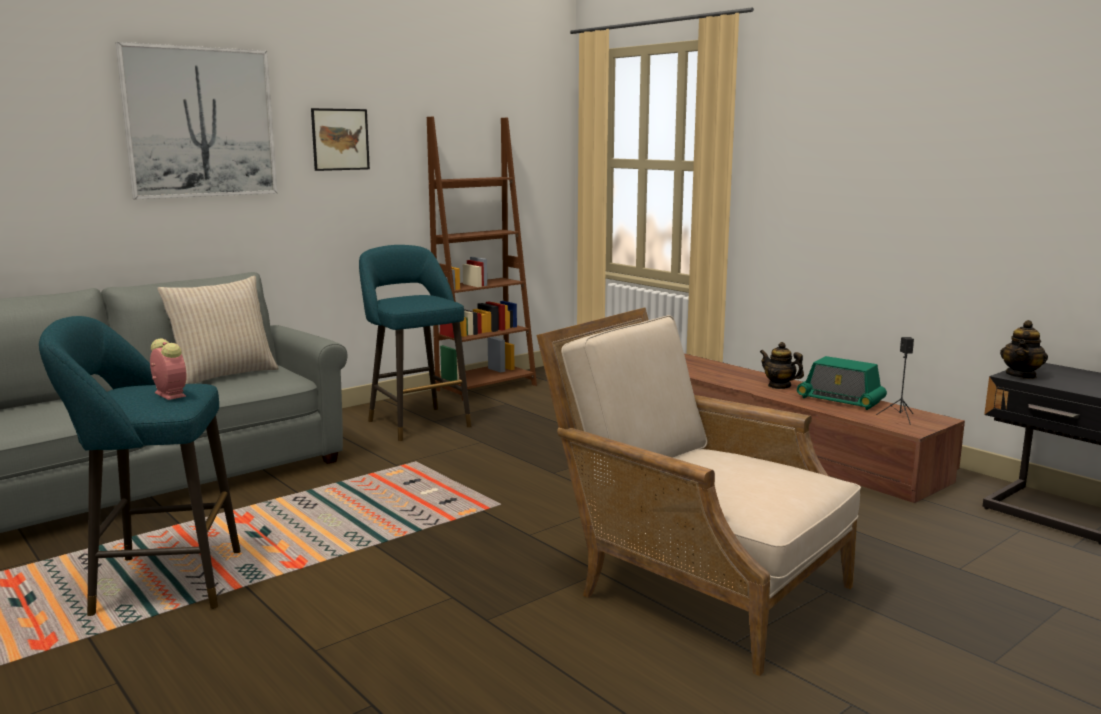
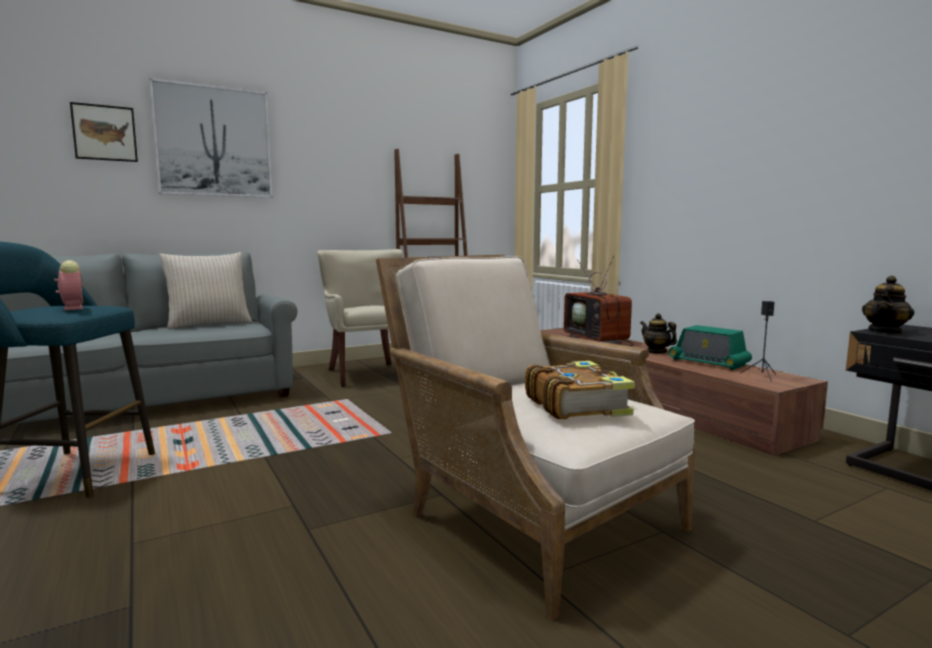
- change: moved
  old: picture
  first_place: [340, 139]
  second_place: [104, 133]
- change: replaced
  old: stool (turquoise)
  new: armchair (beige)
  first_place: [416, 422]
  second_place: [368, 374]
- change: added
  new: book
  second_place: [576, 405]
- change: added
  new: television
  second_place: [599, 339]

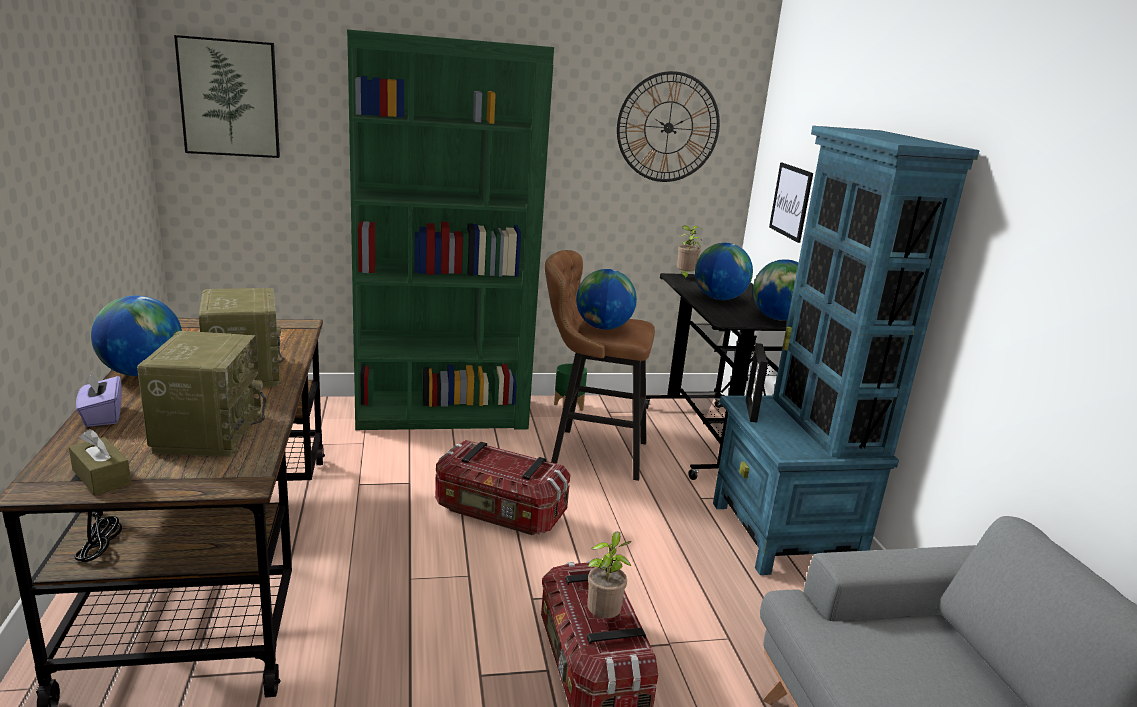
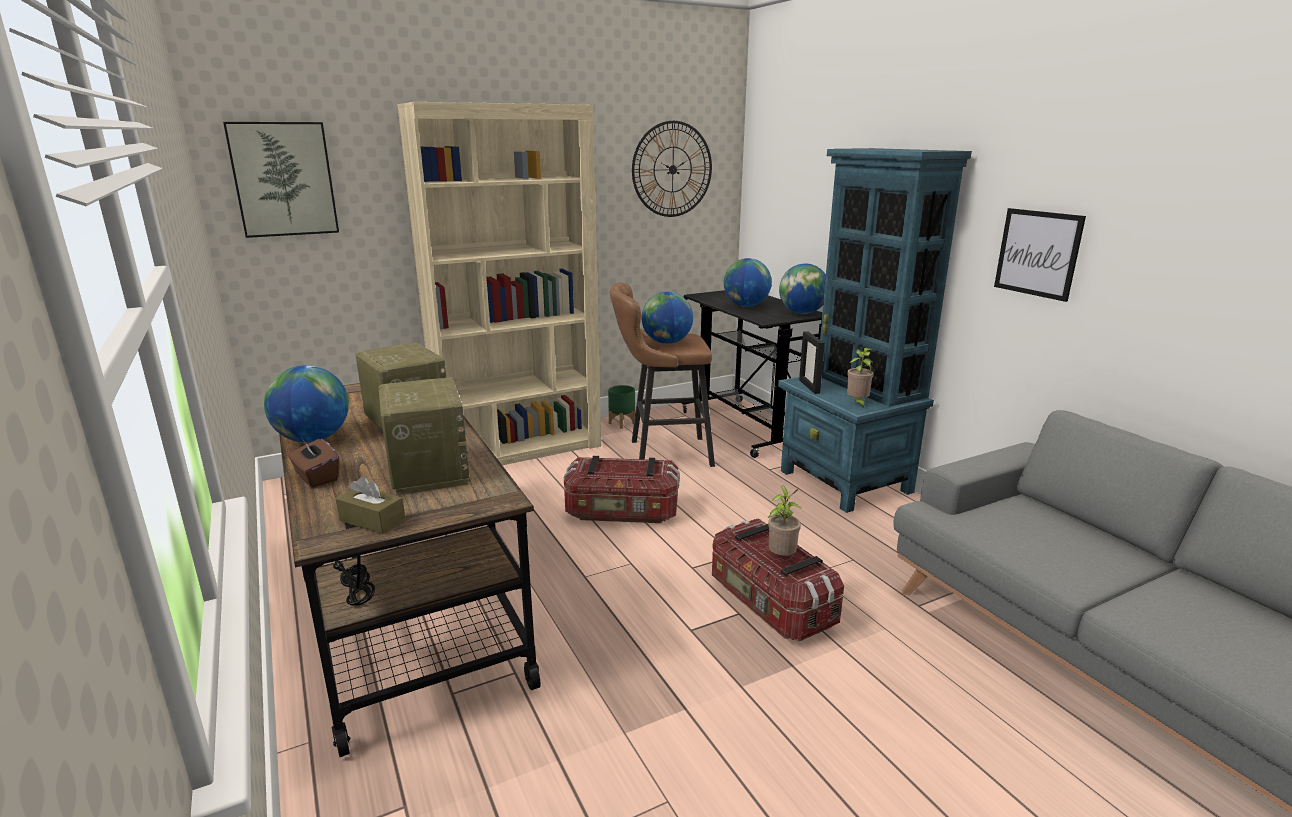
- change: recoloured
  old: tissue box (purple)
  new: tissue box (brown)
  first_place: [102, 416]
  second_place: [316, 477]
- change: recoloured
  old: bookcase (green)
  new: bookcase (beige)
  first_place: [443, 413]
  second_place: [520, 448]
- change: moved
  old: potted plant
  first_place: [685, 277]
  second_place: [857, 403]
- change: moved
  old: picture
  first_place: [791, 201]
  second_place: [1037, 253]

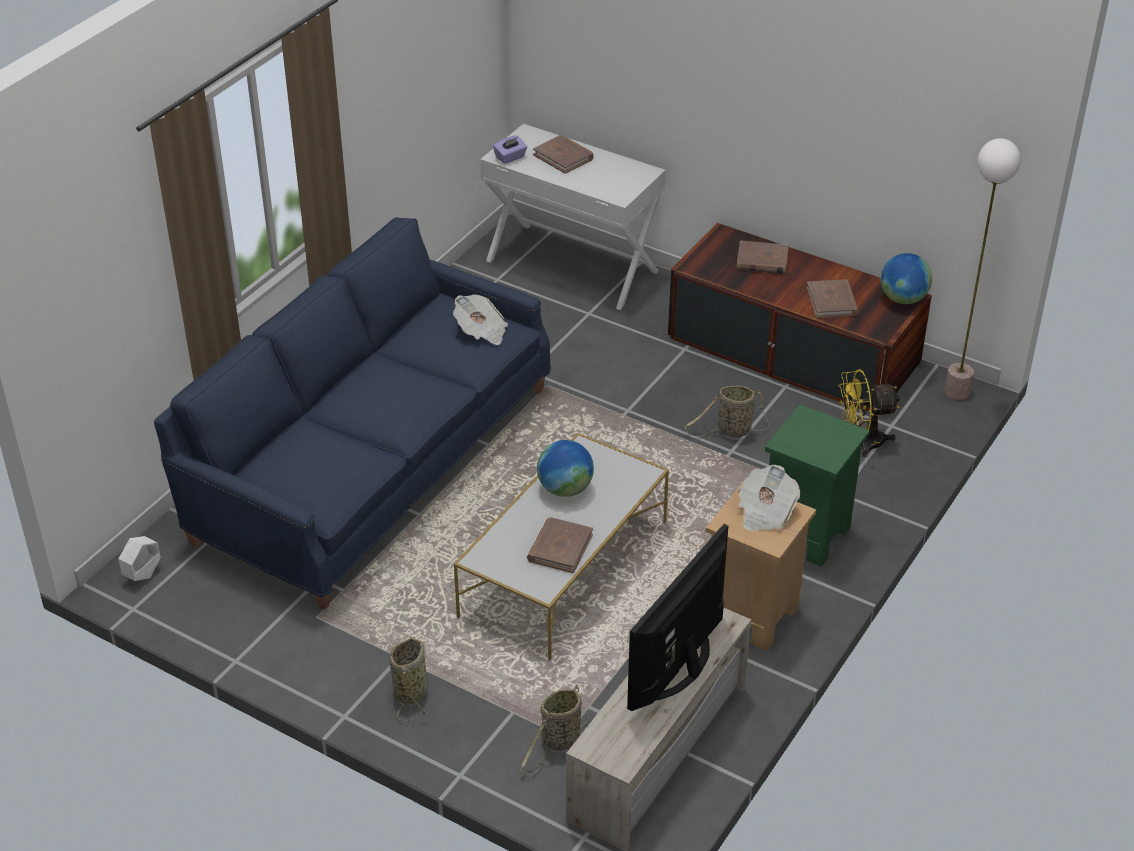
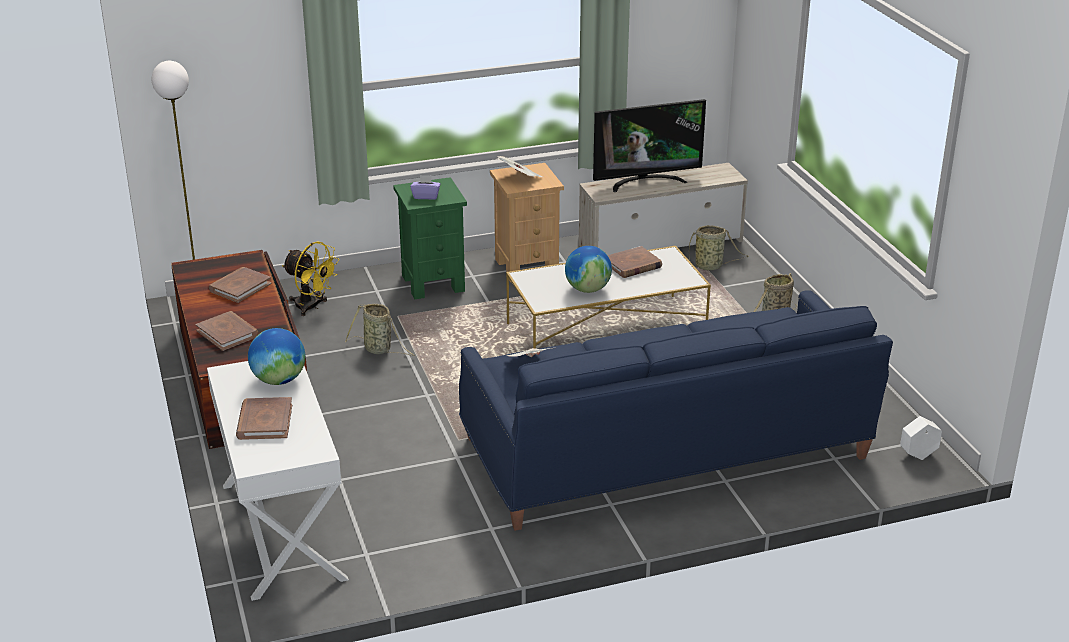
- change: moved
  old: globe
  first_place: [902, 299]
  second_place: [279, 380]
- change: moved
  old: tissue box (purple)
  first_place: [510, 157]
  second_place: [426, 196]

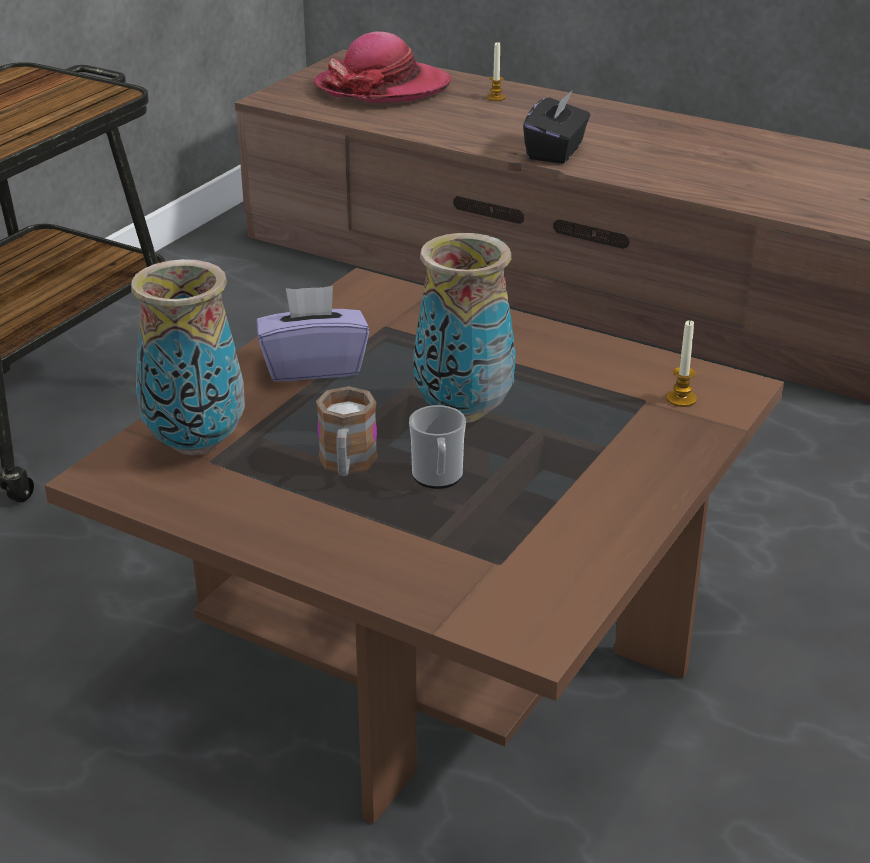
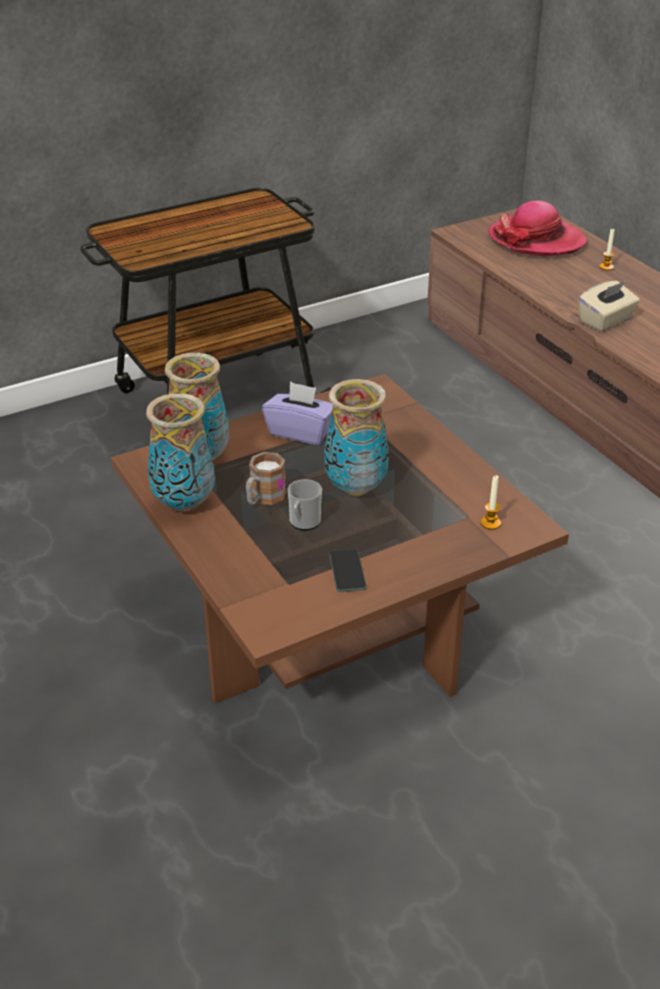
- change: added
  new: vase
  second_place: [185, 503]
- change: added
  new: phone
  second_place: [347, 571]
- change: recoloured
  old: tissue box (black)
  new: tissue box (beige)
  first_place: [556, 152]
  second_place: [606, 321]

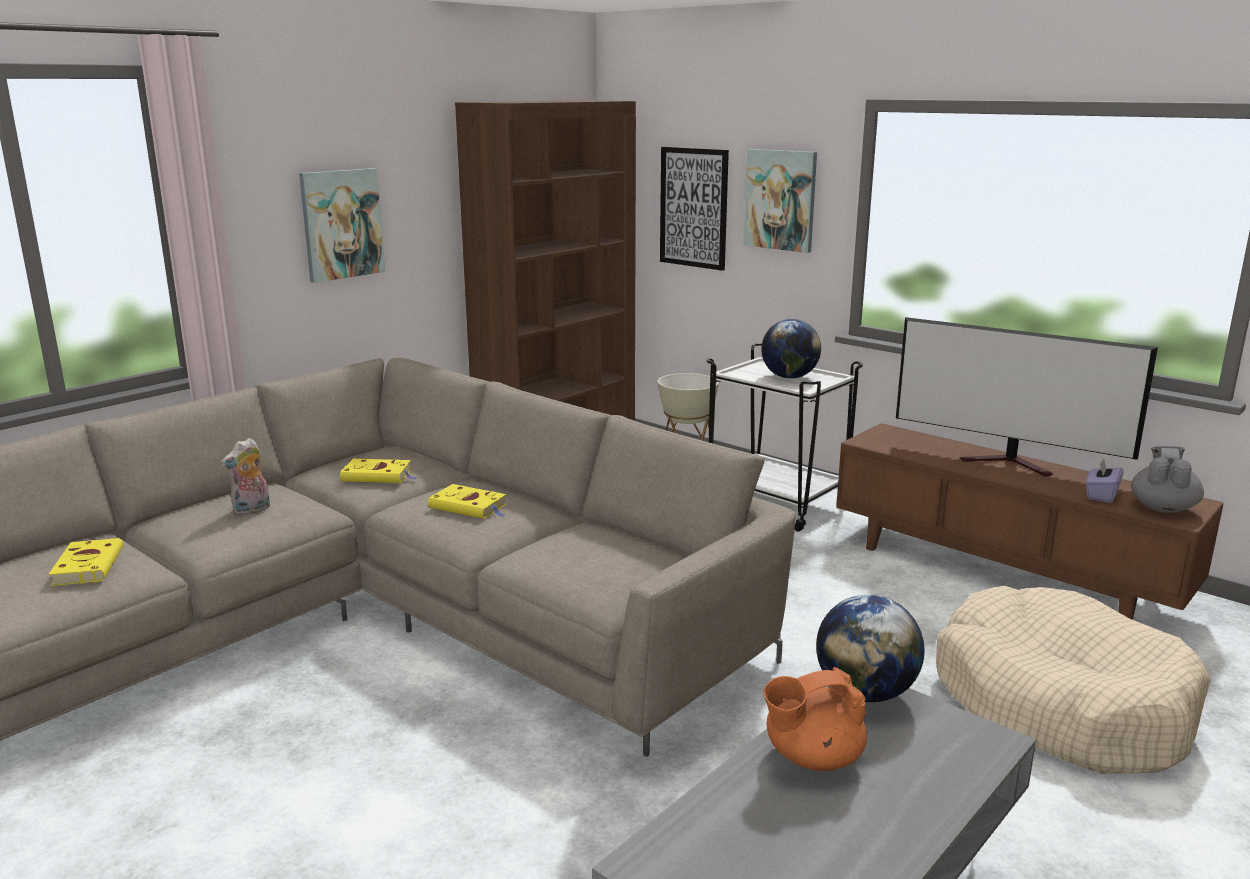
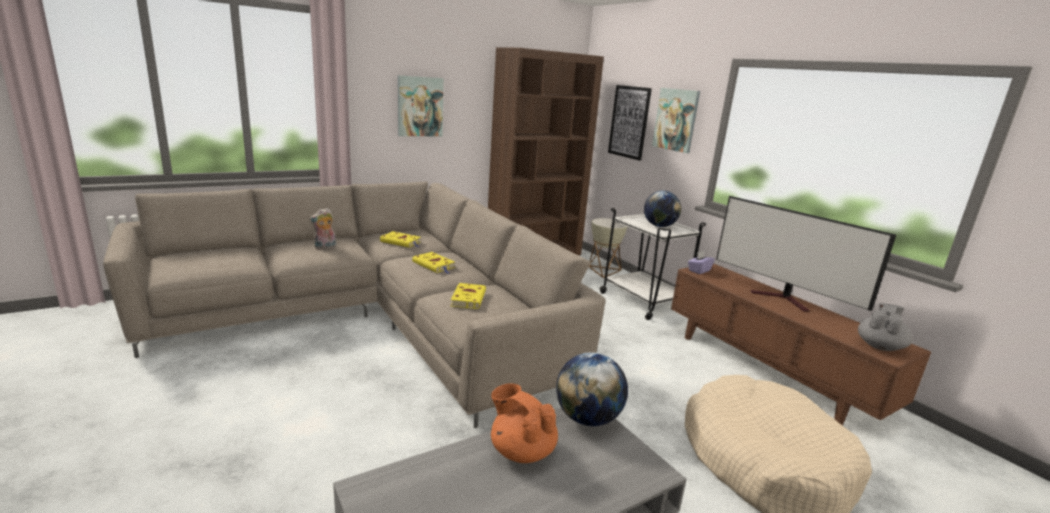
- change: moved
  old: book (yellow)
  first_place: [88, 566]
  second_place: [468, 298]
- change: turned
  old: teapot (orange)
  first_place: [812, 758]
  second_place: [521, 450]
  degrees: 45
- change: moved
  old: tissue box (purple)
  first_place: [1101, 495]
  second_place: [699, 270]

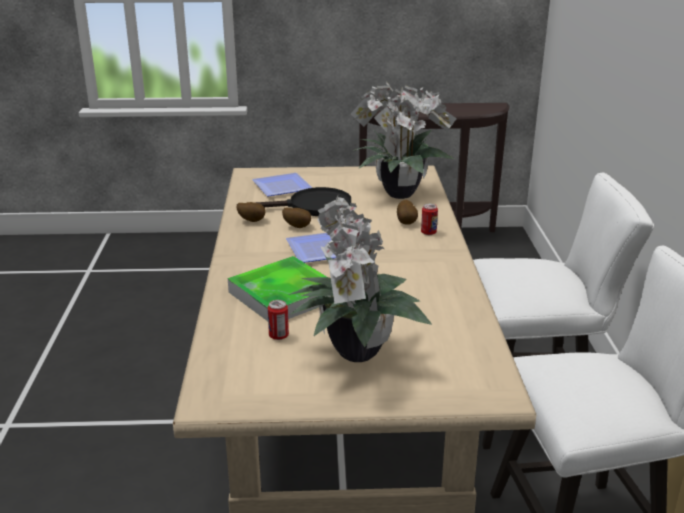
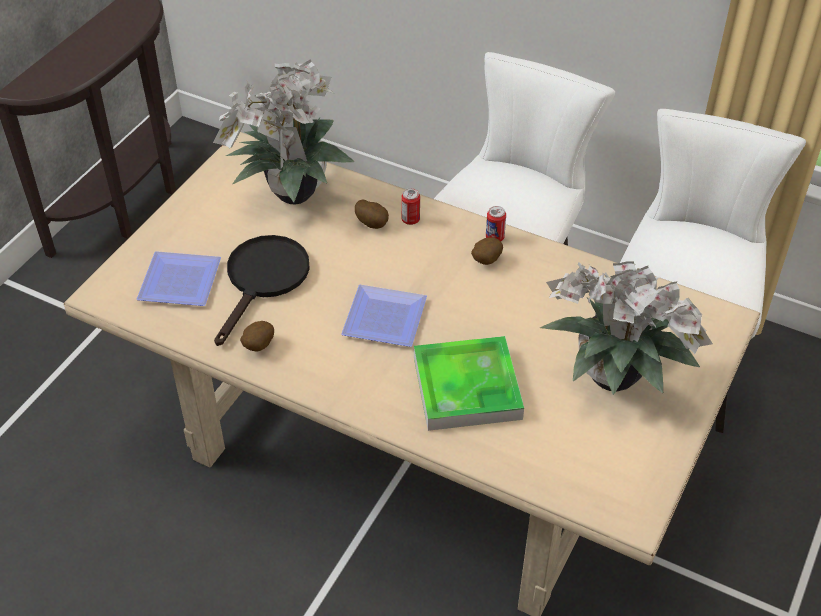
- change: moved
  old: potato
  first_place: [297, 226]
  second_place: [485, 261]
- change: moved
  old: can
  first_place: [278, 336]
  second_place: [495, 237]

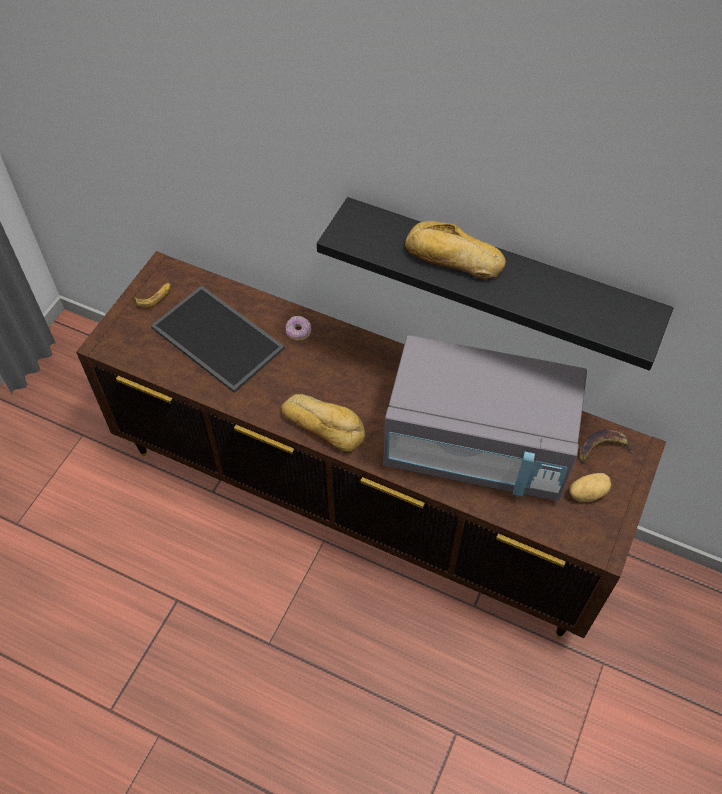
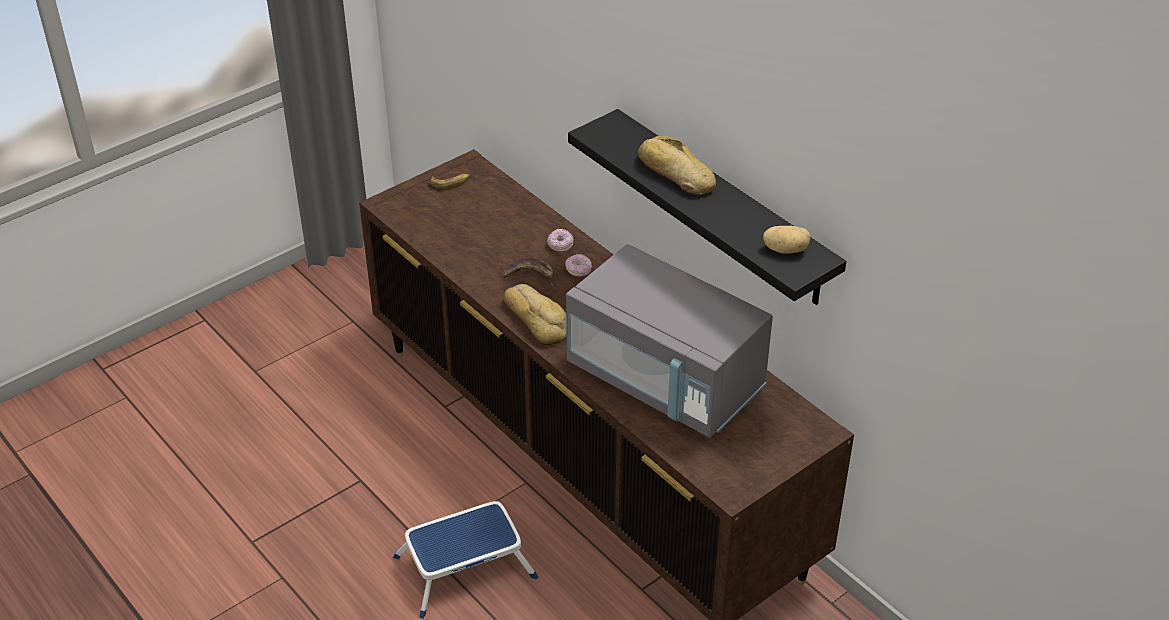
- change: added
  new: step ladder (blue)
  second_place: [465, 567]
- change: moved
  old: banana
  first_place: [602, 448]
  second_place: [530, 275]
- change: added
  new: donut
  second_place: [578, 270]
- change: moved
  old: potato
  first_place: [587, 492]
  second_place: [785, 249]
- change: removed
  old: tray
  first_place: [220, 337]

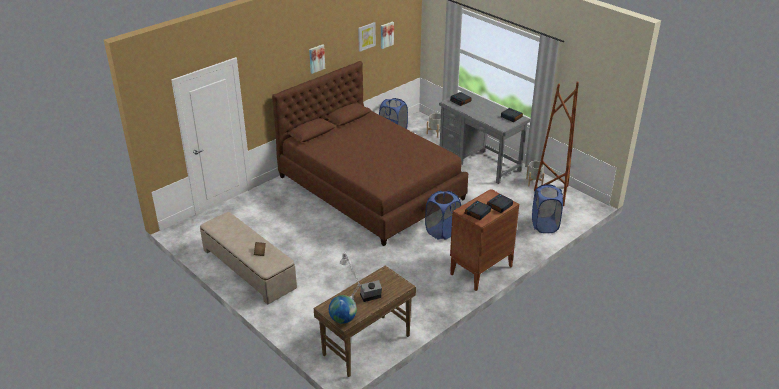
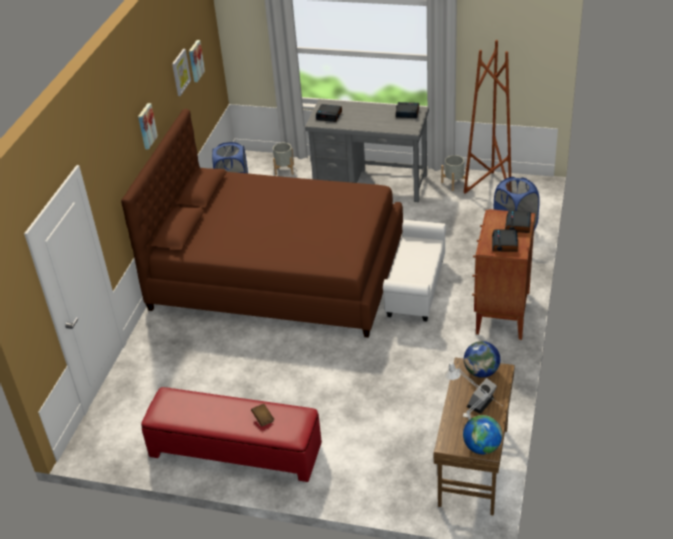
- change: recoloured
  old: bench (beige)
  new: bench (red)
  first_place: [248, 268]
  second_place: [234, 449]
- change: replaced
  old: laundry basket (blue)
  new: ottoman (white)
  first_place: [442, 231]
  second_place: [415, 287]
- change: added
  new: globe
  second_place: [481, 372]

